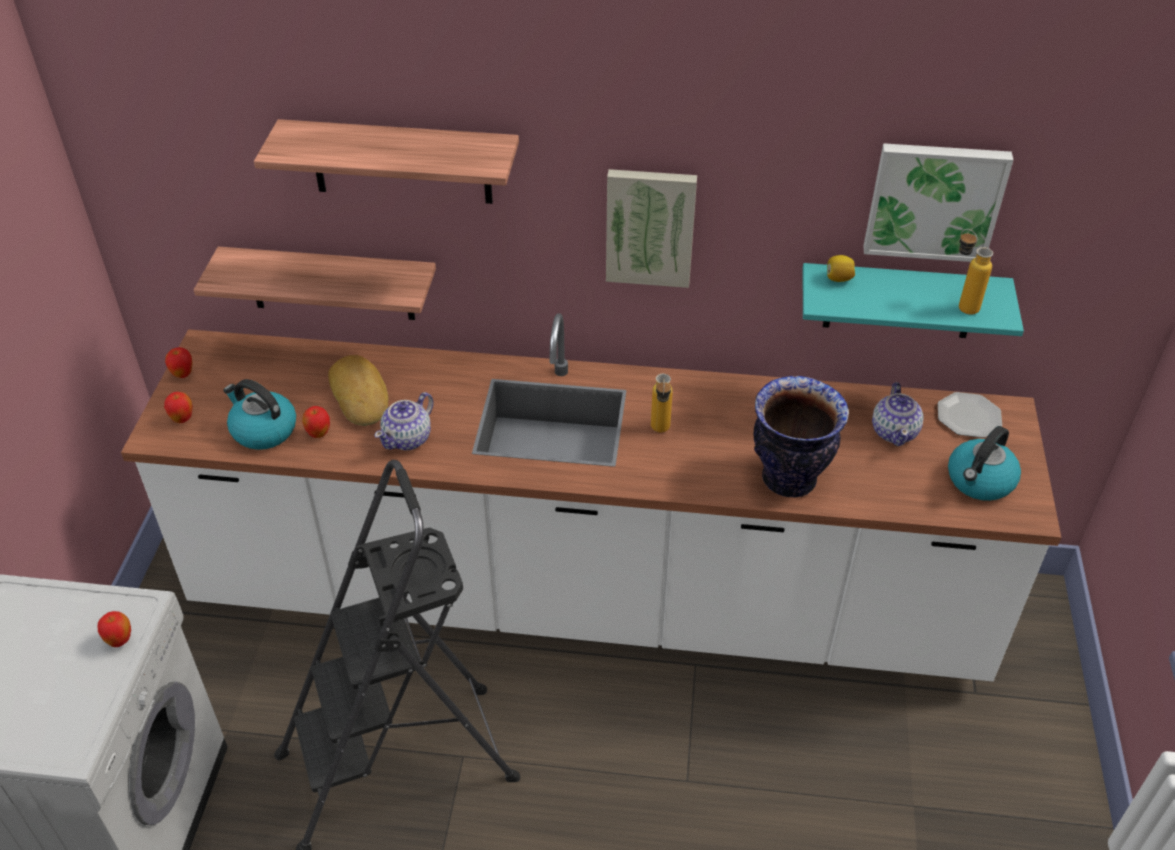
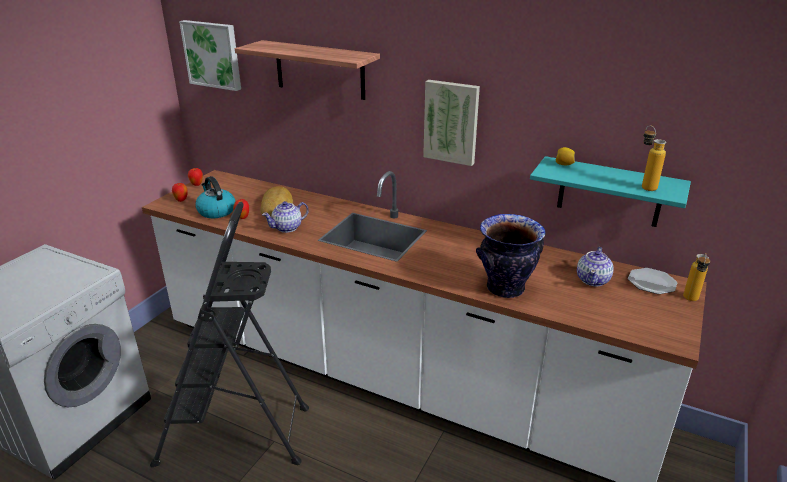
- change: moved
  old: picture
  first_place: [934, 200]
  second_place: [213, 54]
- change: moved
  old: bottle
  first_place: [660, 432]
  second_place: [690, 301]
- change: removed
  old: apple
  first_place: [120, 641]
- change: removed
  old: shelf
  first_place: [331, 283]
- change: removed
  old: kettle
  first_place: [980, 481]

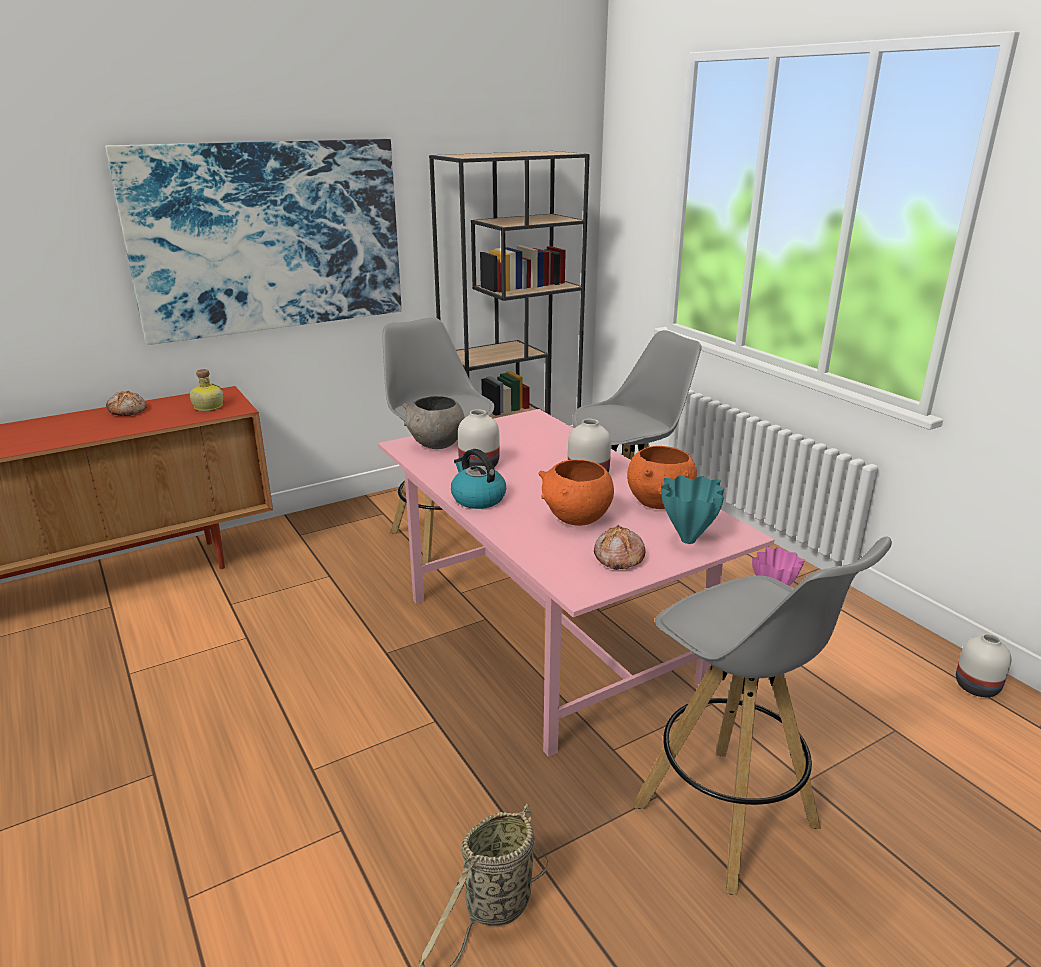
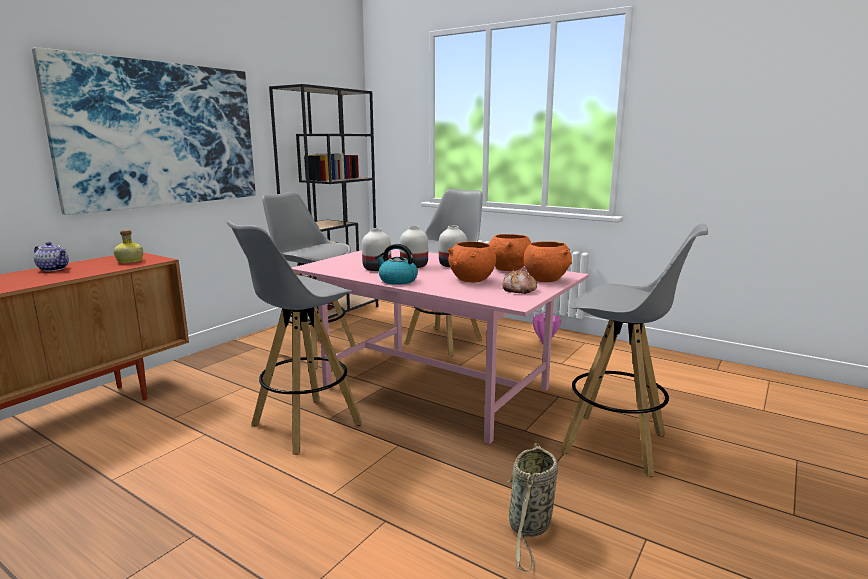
- change: replaced
  old: bread
  new: teapot
  first_place: [128, 411]
  second_place: [54, 269]
- change: added
  new: stool (grey)
  second_place: [304, 424]
- change: moved
  old: vase (white)
  first_place: [978, 687]
  second_place: [414, 266]
- change: replaced
  old: vase (turquoise)
  new: bowl (orange)
  first_place: [687, 540]
  second_place: [546, 279]
- change: removed
  old: bowl (grey)
  first_place: [436, 445]

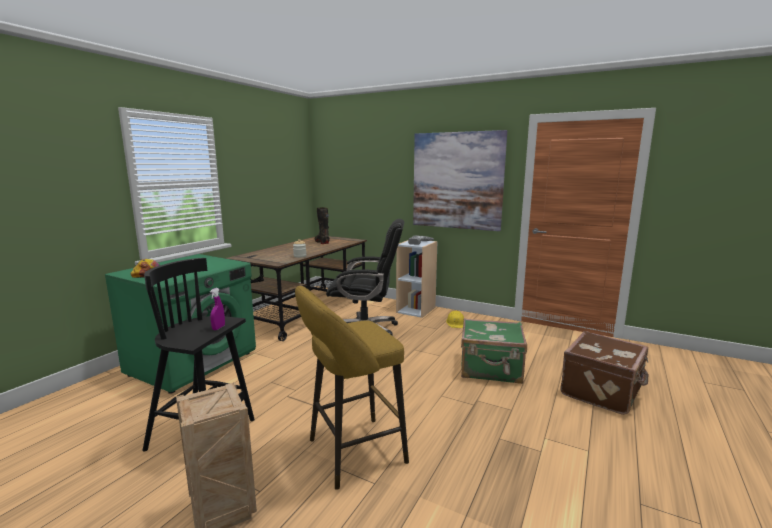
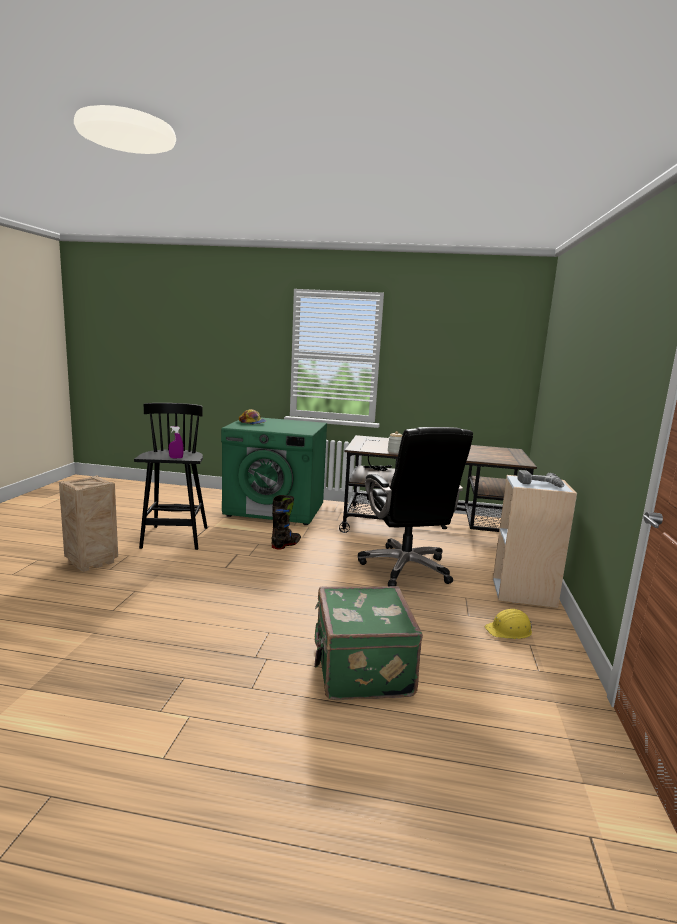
- change: moved
  old: boot (black)
  first_place: [322, 242]
  second_place: [286, 544]
- change: removed
  old: stool (yellow)
  first_place: [351, 452]
- change: removed
  old: picture
  first_place: [457, 181]
- change: removed
  old: suitcase (brown)
  first_place: [602, 391]

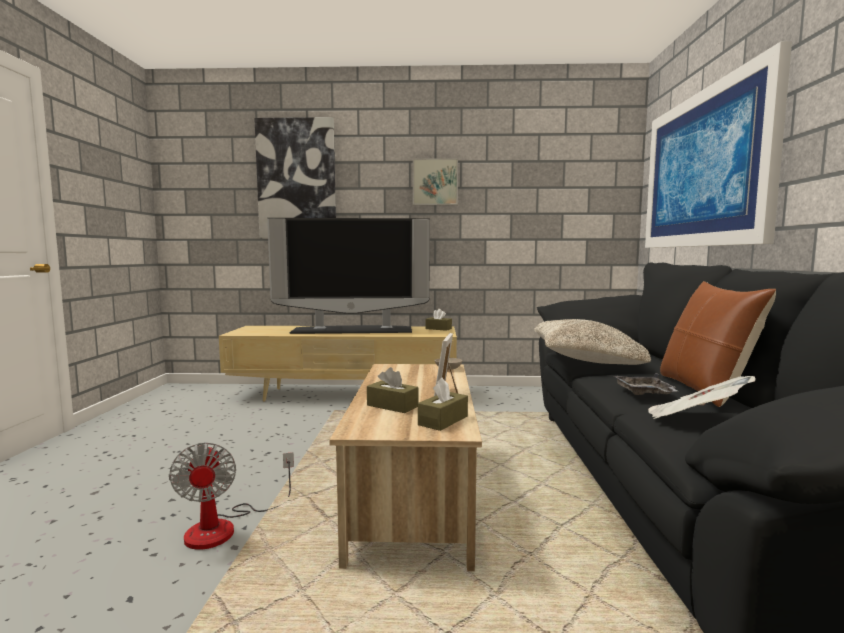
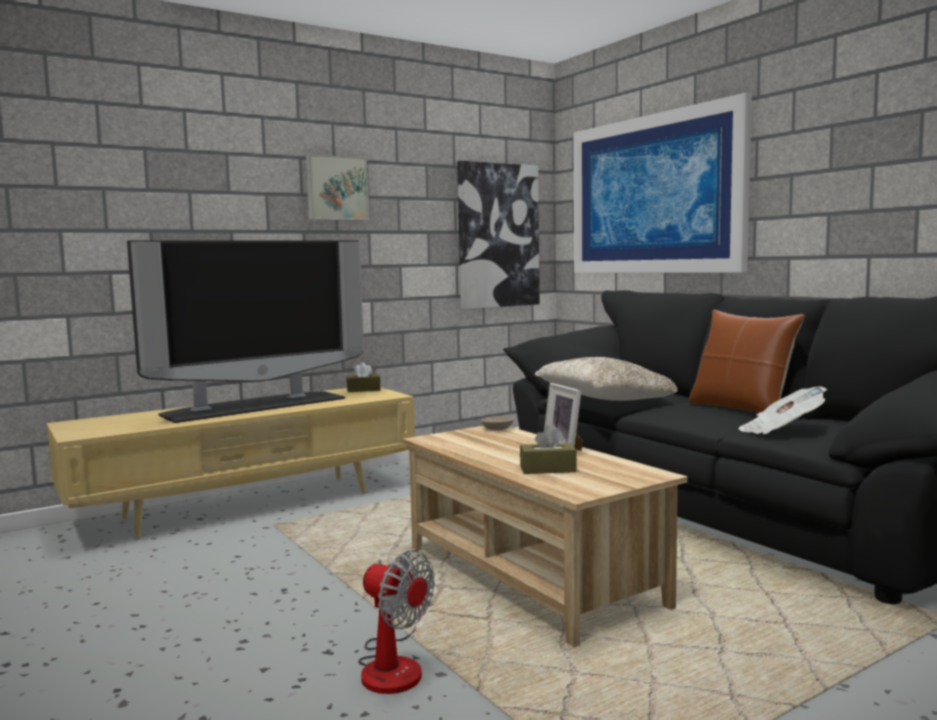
- change: moved
  old: picture
  first_place: [296, 179]
  second_place: [498, 235]
- change: removed
  old: tissue box (brown)
  first_place: [443, 420]
- change: removed
  old: tray (grey)
  first_place: [644, 393]

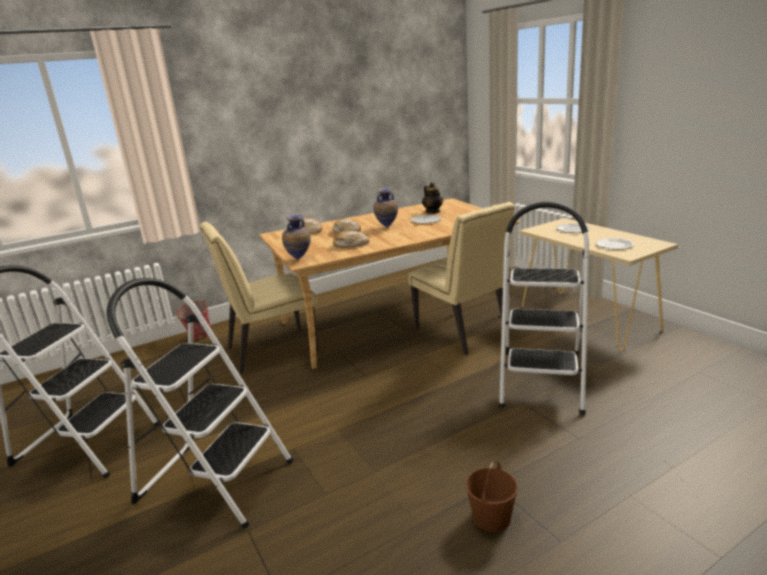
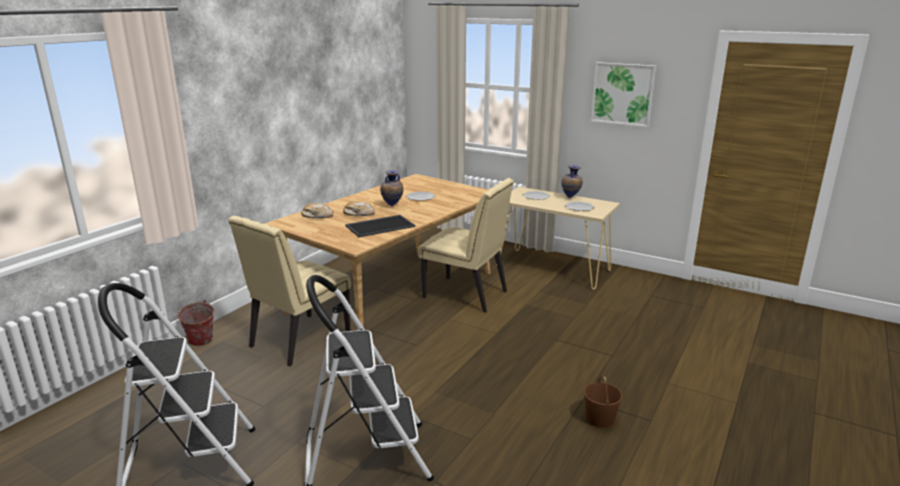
- change: replaced
  old: bread
  new: tray
  first_place: [350, 245]
  second_place: [380, 226]
- change: moved
  old: vase
  first_place: [299, 259]
  second_place: [571, 198]
- change: added
  new: picture
  second_place: [622, 94]
- change: removed
  old: teapot
  first_place: [433, 212]
- change: removed
  old: step ladder
  first_place: [542, 379]

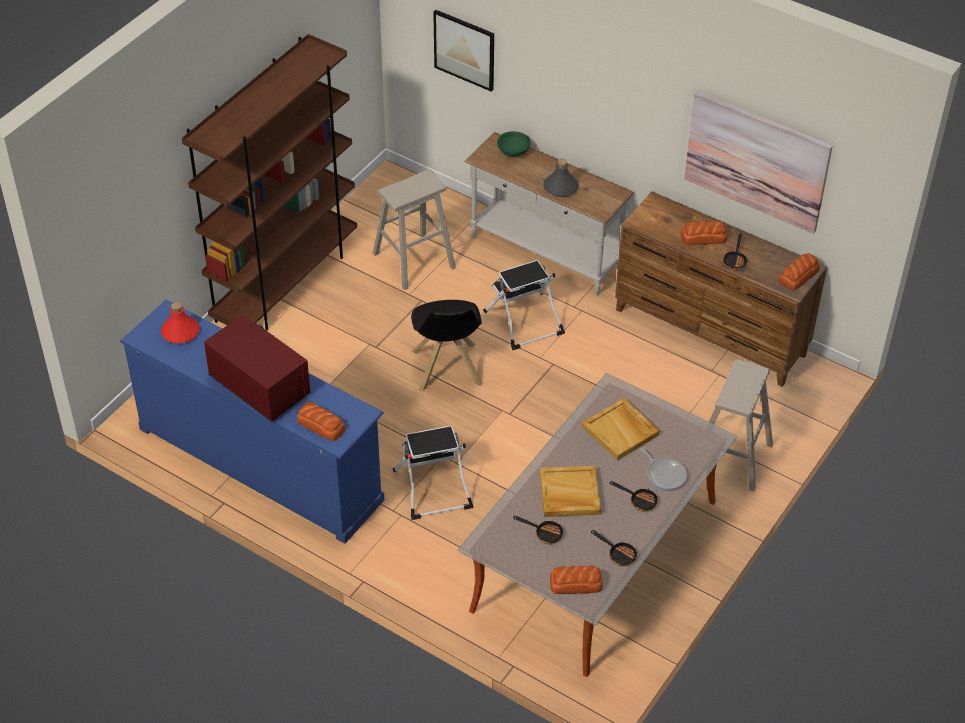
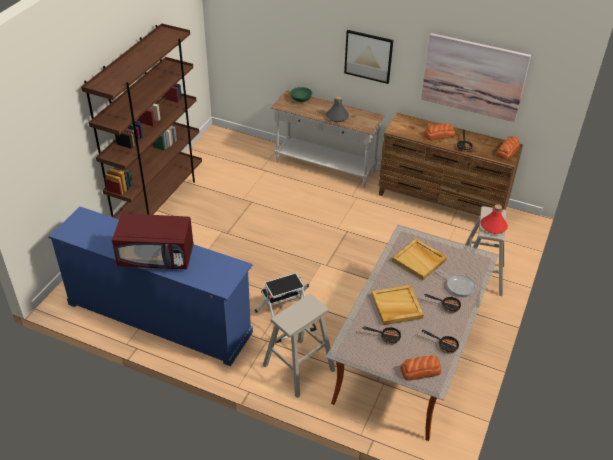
- change: turned
  old: microwave (red)
  first_place: [258, 387]
  second_place: [157, 257]
  degrees: 150
- change: moved
  old: stool (beige)
  first_place: [414, 260]
  second_place: [299, 367]
- change: moved
  old: picture
  first_place: [464, 49]
  second_place: [368, 56]
- change: moved
  old: bottle (red)
  first_place: [180, 332]
  second_place: [493, 226]
- change: removed
  old: bread
  first_place: [321, 426]
- change: removed
  old: chair (black)
  first_place: [447, 369]
- change: removed
  old: step ladder
  first_place: [524, 319]

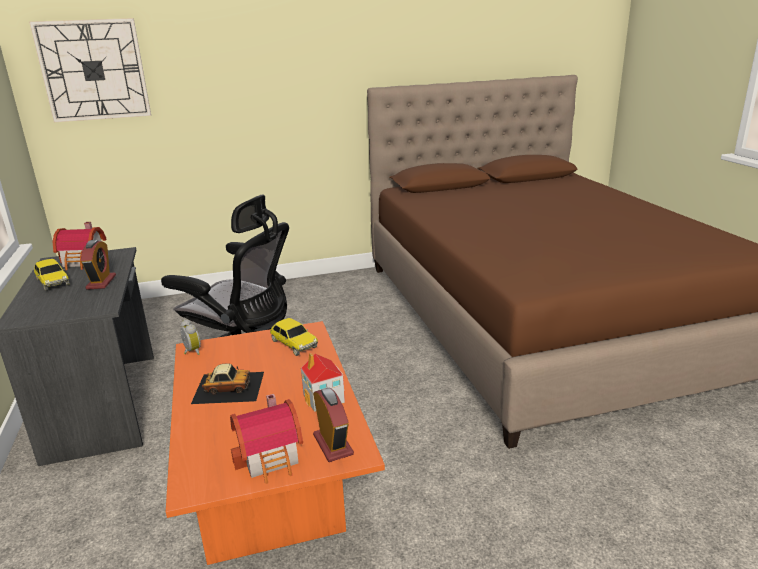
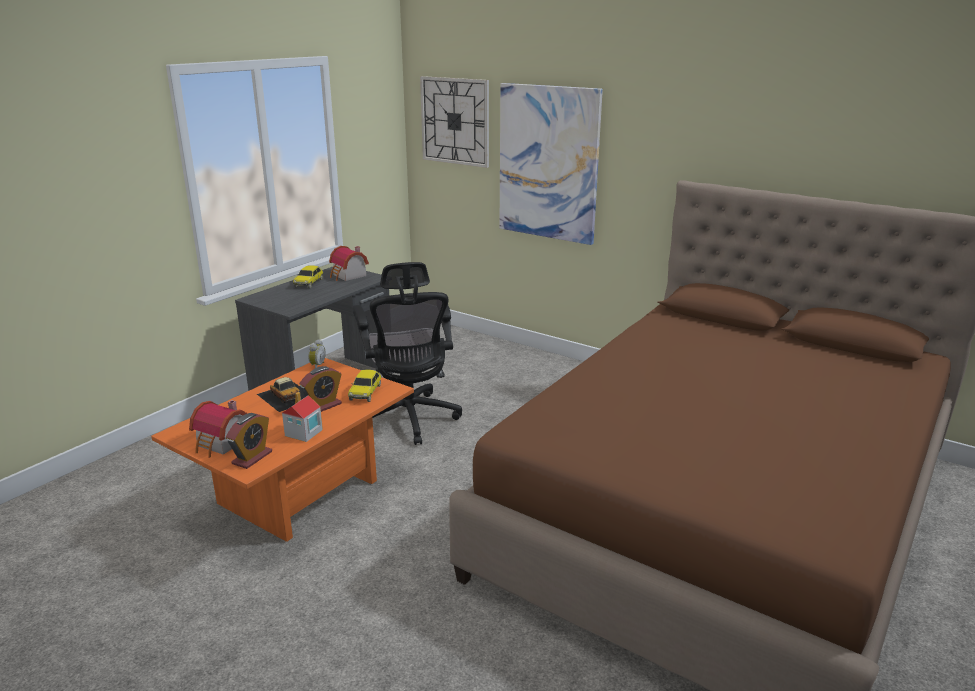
- change: moved
  old: alarm clock
  first_place: [101, 282]
  second_place: [323, 406]
- change: added
  new: picture
  second_place: [548, 163]

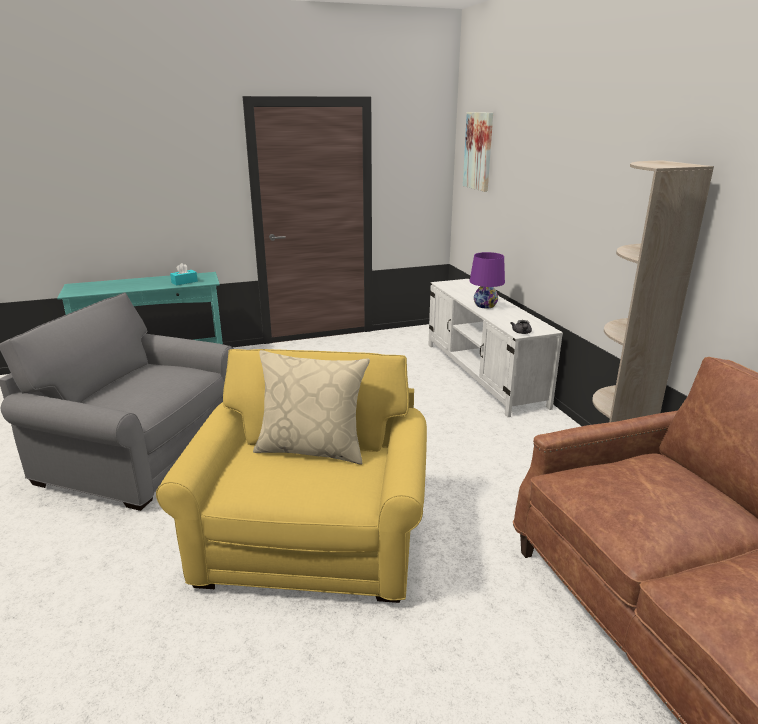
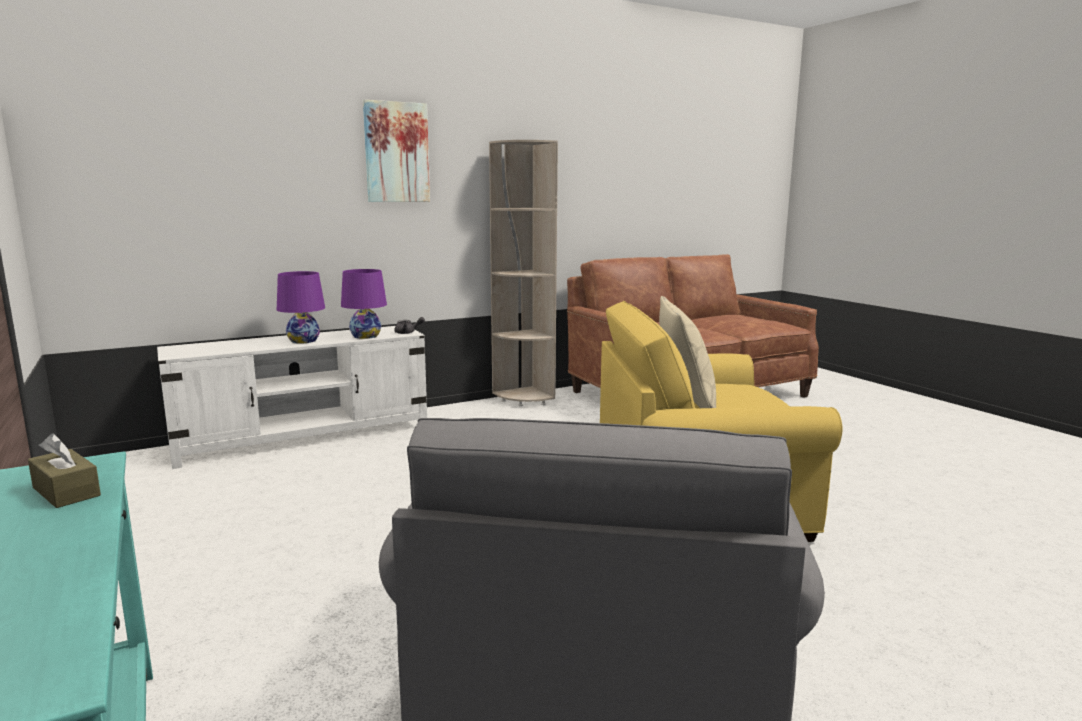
- change: recoloured
  old: tissue box (turquoise)
  new: tissue box (brown)
  first_place: [184, 282]
  second_place: [66, 491]
- change: added
  new: table lamp (purple)
  second_place: [365, 336]
- change: moved
  old: picture
  first_place: [479, 151]
  second_place: [396, 152]

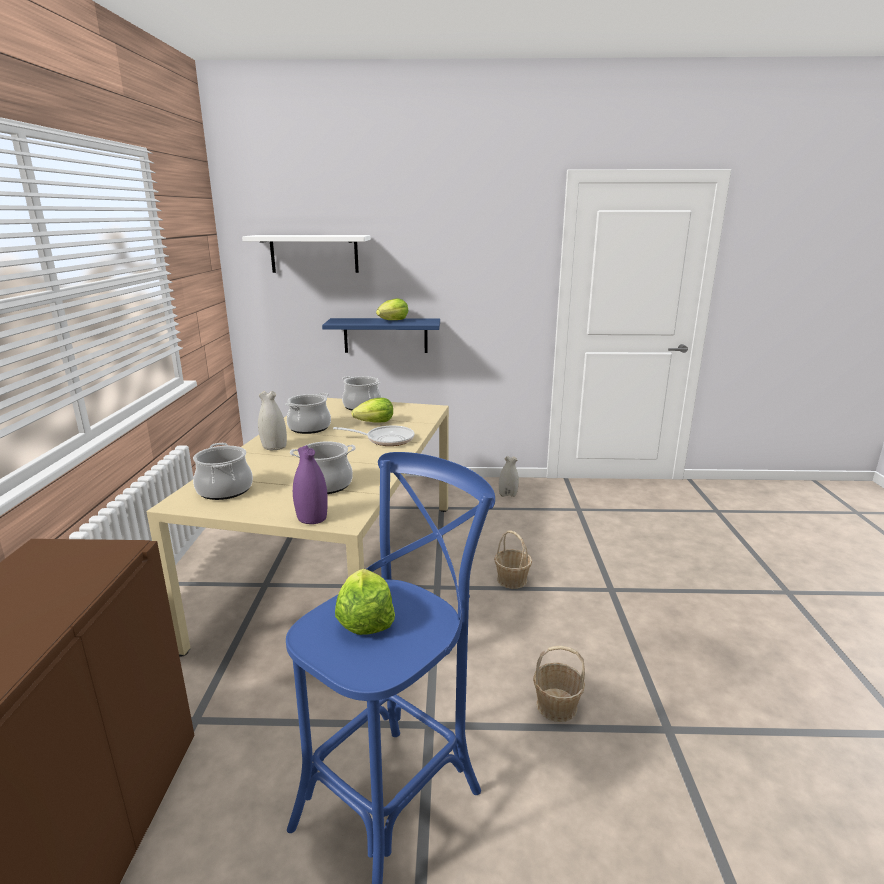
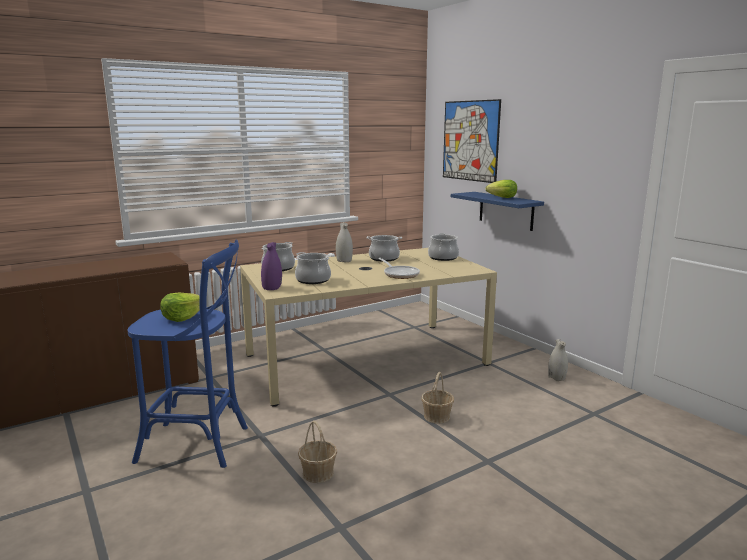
- change: replaced
  old: shelf (white)
  new: picture
  first_place: [314, 253]
  second_place: [470, 141]
- change: removed
  old: lettuce
  first_place: [375, 422]

